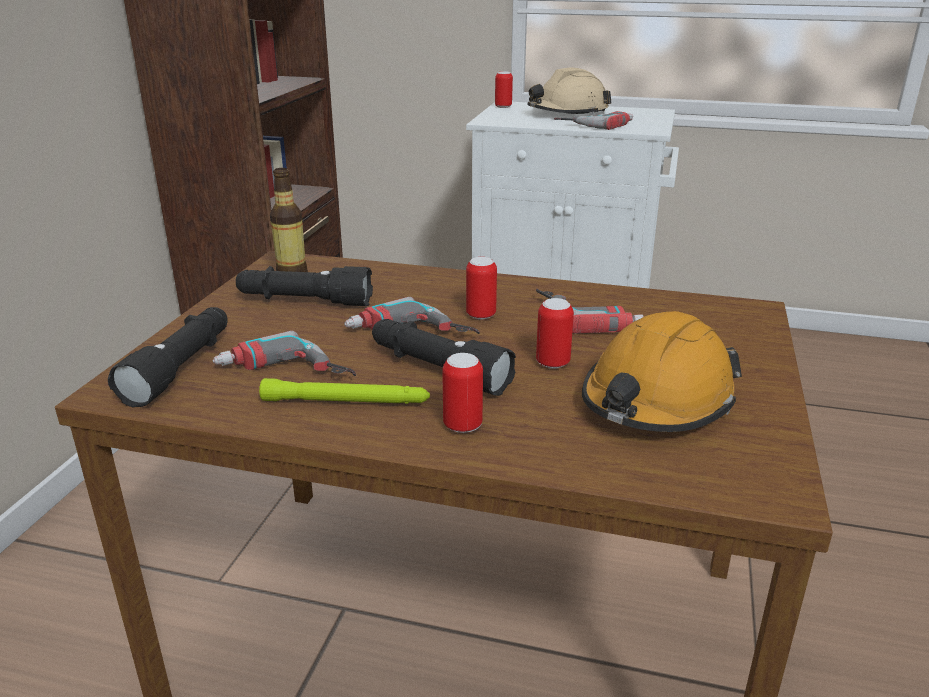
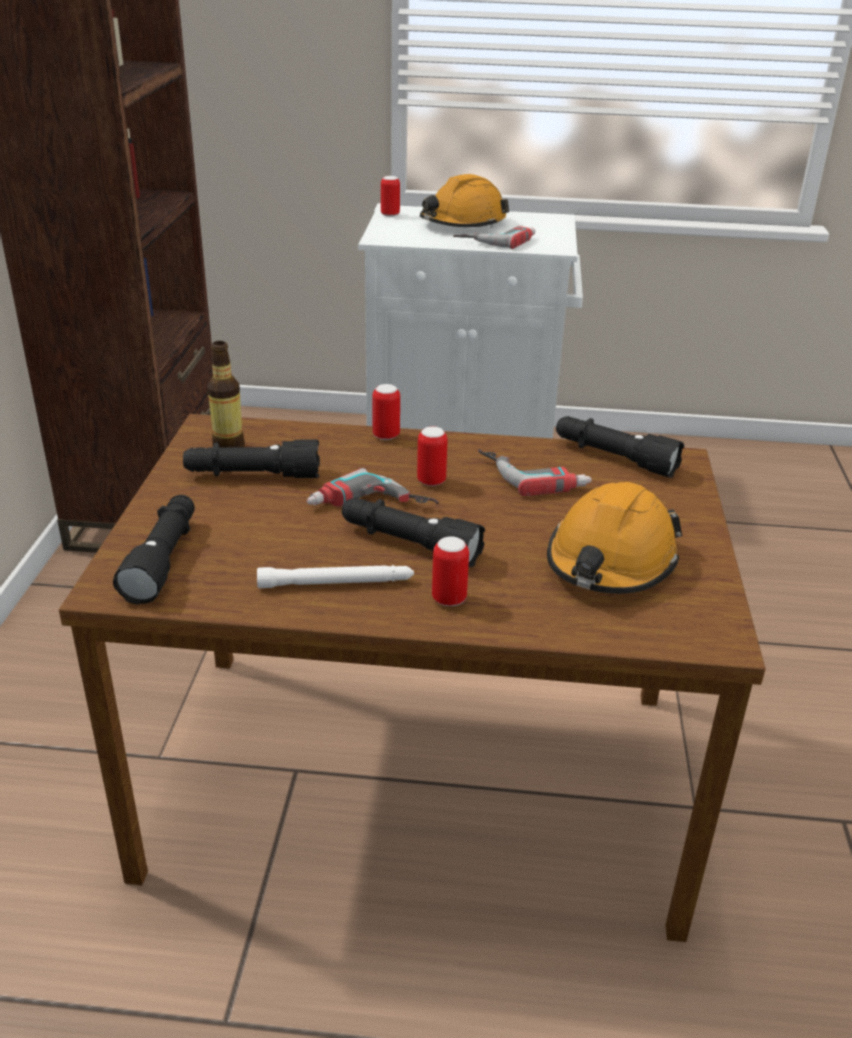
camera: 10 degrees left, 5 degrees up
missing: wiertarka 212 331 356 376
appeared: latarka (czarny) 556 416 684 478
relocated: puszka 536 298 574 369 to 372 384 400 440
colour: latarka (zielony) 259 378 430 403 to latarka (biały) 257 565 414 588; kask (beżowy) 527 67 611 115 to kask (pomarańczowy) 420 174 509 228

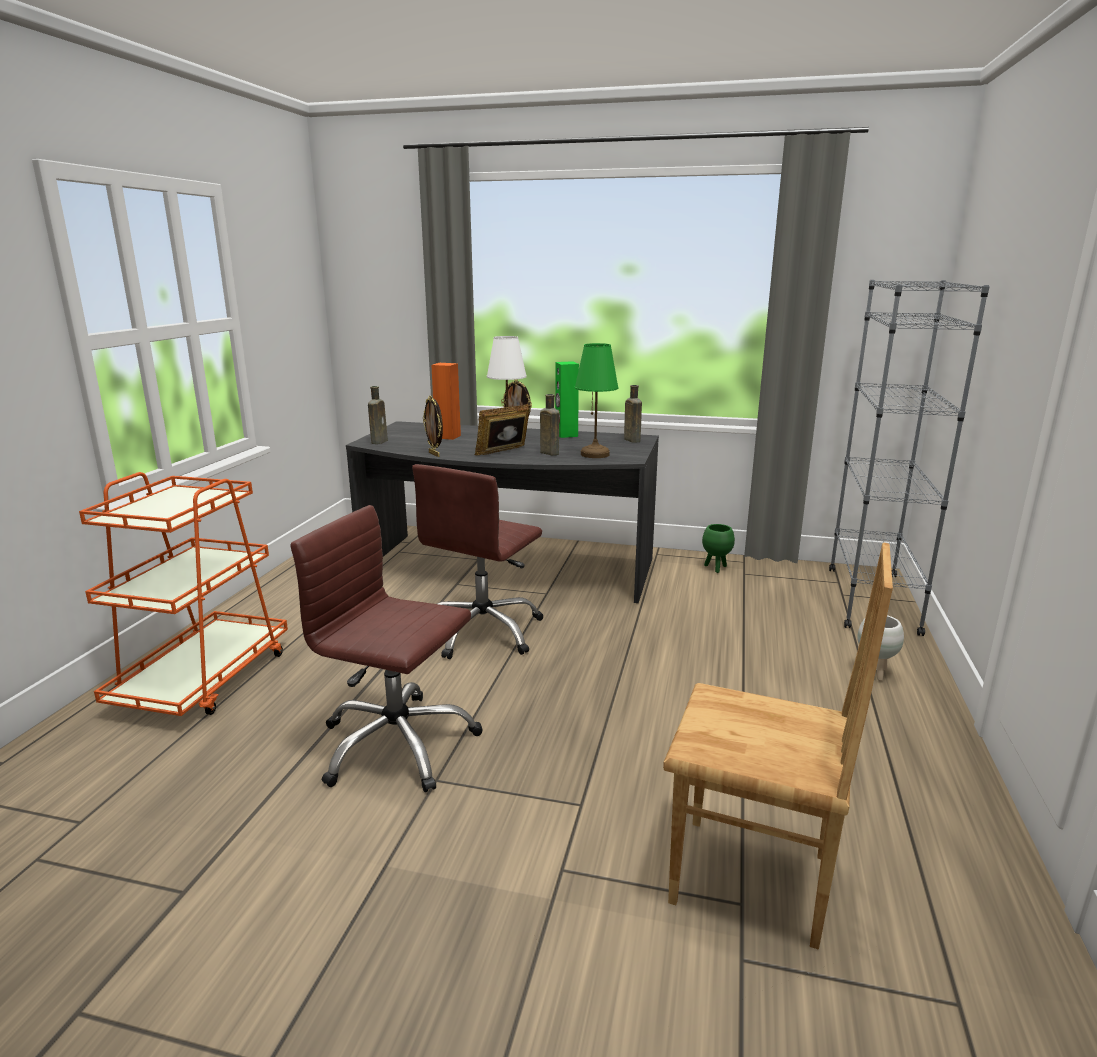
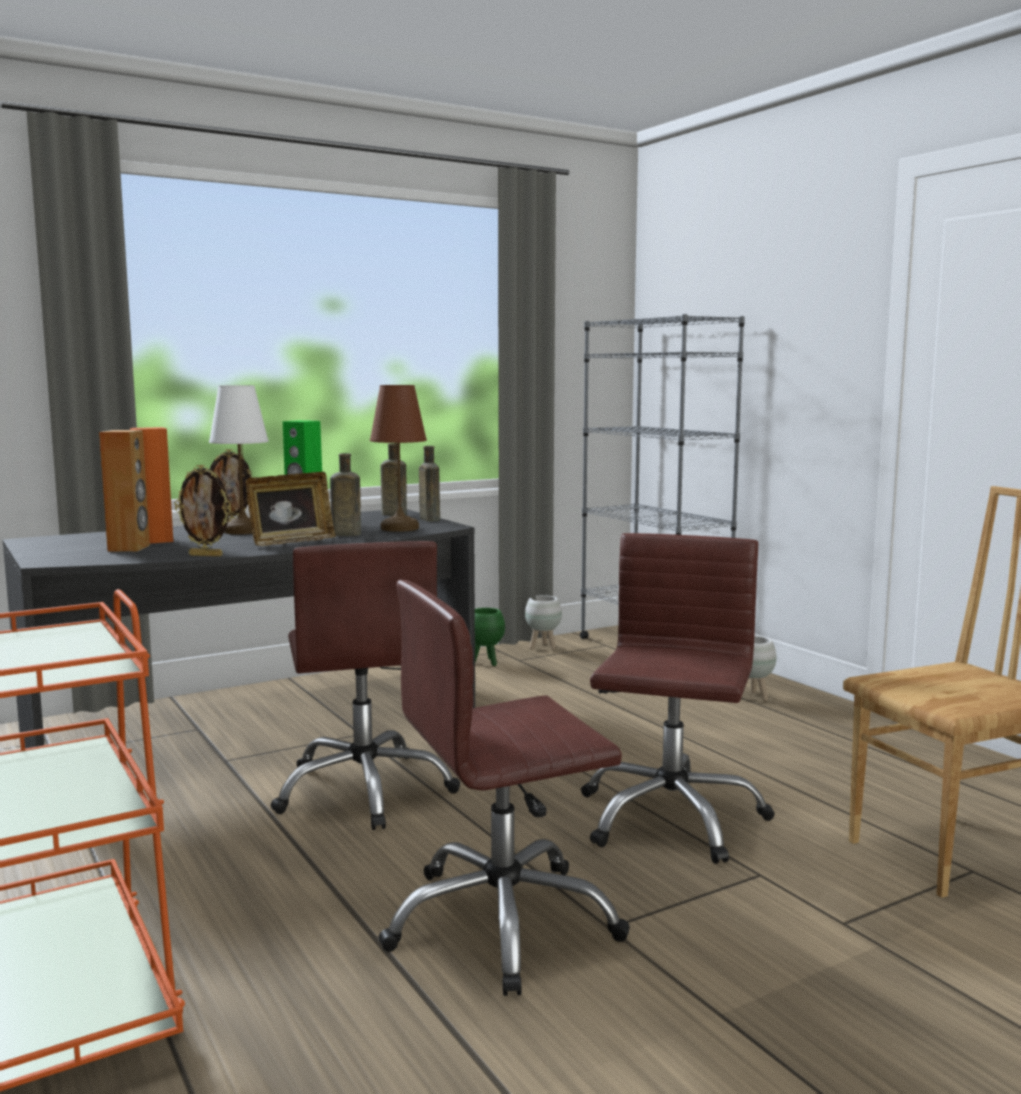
camera: 45 degrees left, 10 degrees down
appeared: głośnik (brązowy) 99 430 150 551; donica (biały) 525 595 562 650; krzesło biurowe (brązowy) 581 533 775 864
relocated: butelka (brązowy) 368 386 388 444 to 419 446 440 521
colour: lampa stołowa (zielony) 575 343 619 458 to lampa stołowa (brązowy) 370 385 427 532
spun: ramka na zdjęcie 475 404 529 456 = 246 472 336 546 135 degrees counterclockwise

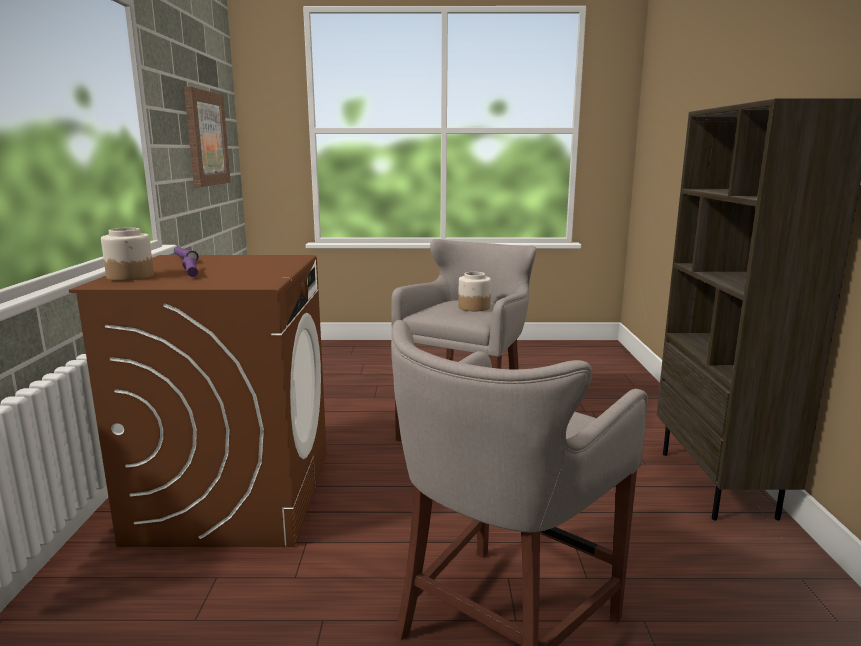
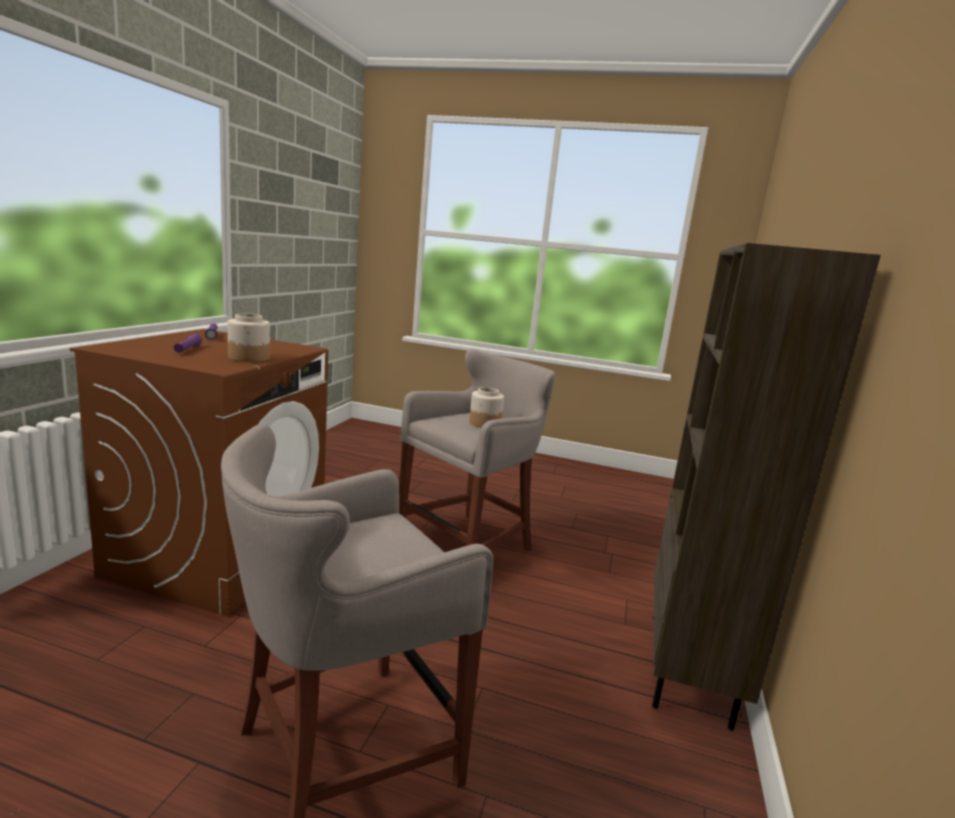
camera: 15 degrees right, 0 degrees up
missing: obraz 184 87 231 187
relocated: słoik 101 228 154 281 to 228 314 270 362

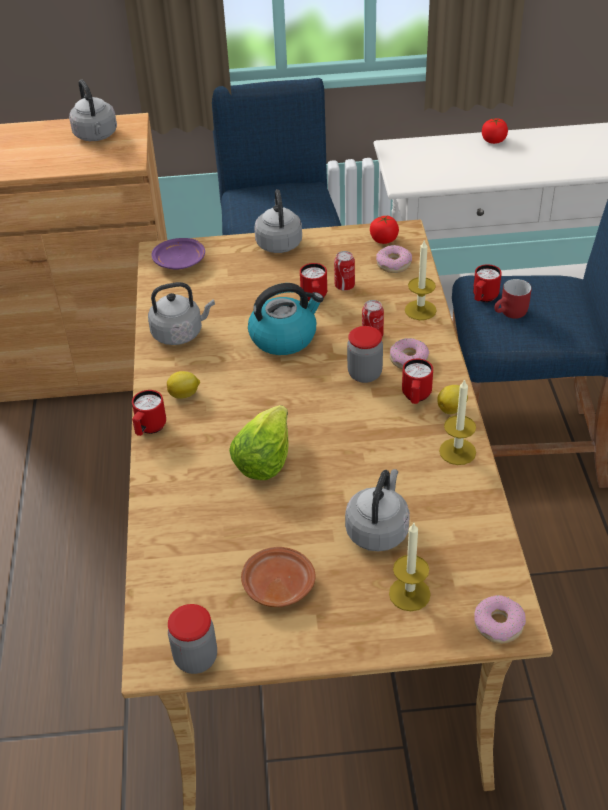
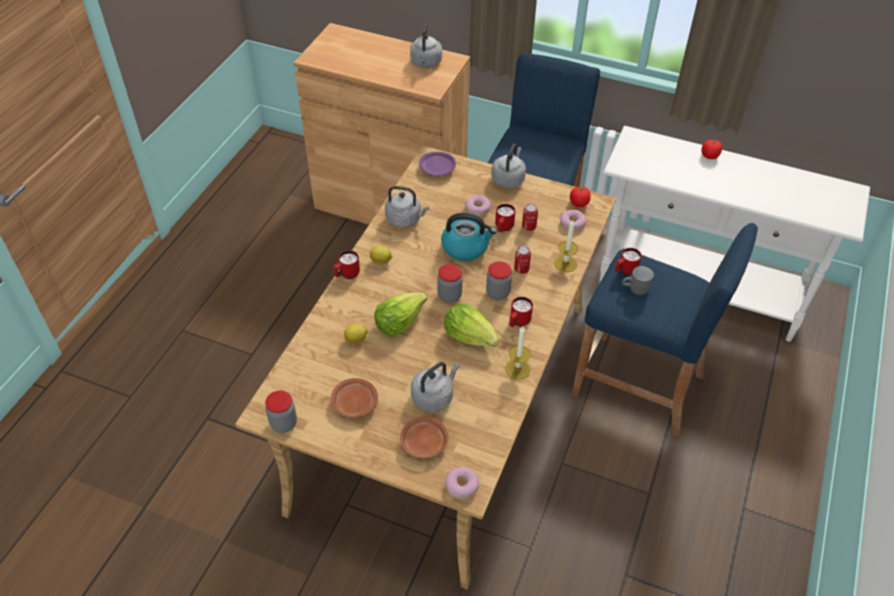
camera: 25 degrees right, 5 degrees up
appeared: słoik 437 264 463 303; sałata 444 303 499 347
relocated: donut 390 338 429 369 to 465 195 491 216; cytryna 437 385 468 414 to 344 323 368 343
exchanged: świeca 389 523 431 611 to talerz (brązowy) 400 416 449 459
colour: kubek (czerwony) 494 279 532 319 to kubek (szary) 622 266 654 295

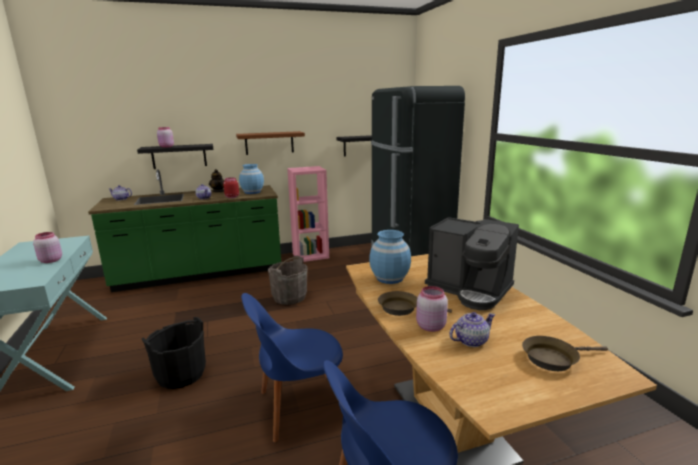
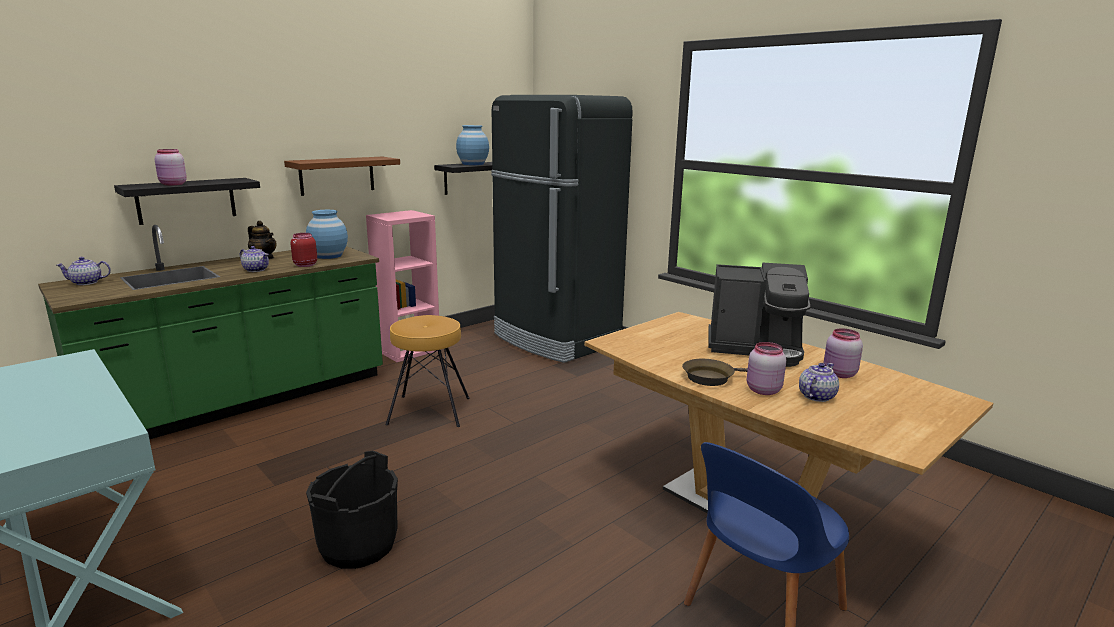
camera: 25 degrees left, 0 degrees up
missing: krzesło (niebieski) 241 293 343 443; patelnia (brązowy) 522 336 608 371
relocated: słoik (różowy) 33 232 62 263 to 824 328 863 378; wazon (niebieski) 369 230 411 284 to 456 125 489 165
exchanged: wiadro (szary) 268 256 307 305 to stołek (brązowy) 386 315 470 427

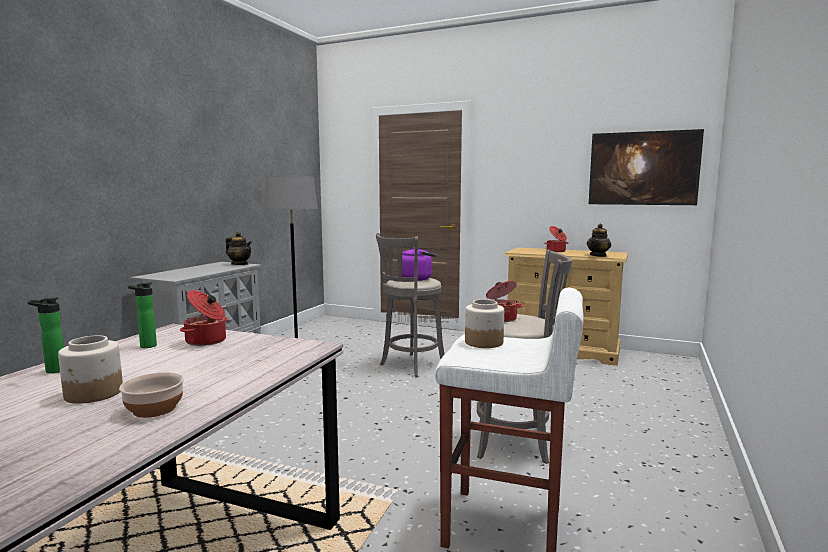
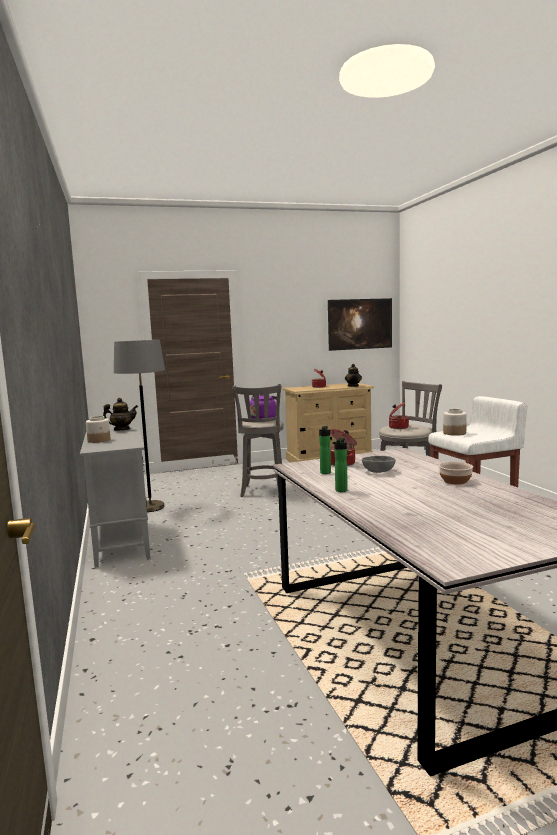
camera: 40 degrees left, 0 degrees up
appeared: miska (szary) 362 456 395 473
relocated: słoik 58 335 123 404 to 86 416 111 443

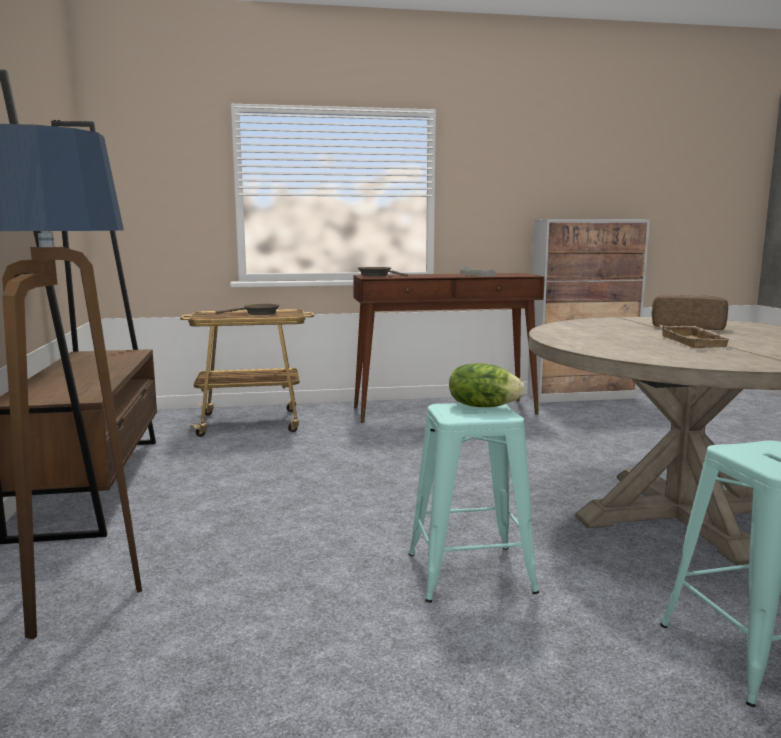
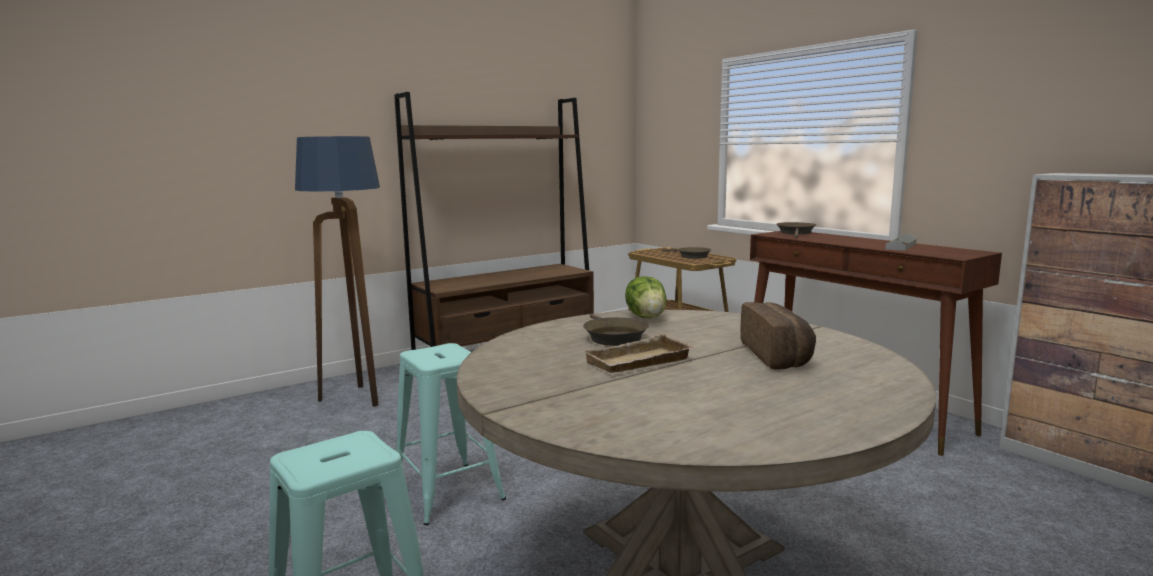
camera: 65 degrees right, 0 degrees up
appeared: patelnia (brązowy) 583 314 649 346
relocated: sałata 449 363 525 407 to 625 276 667 318

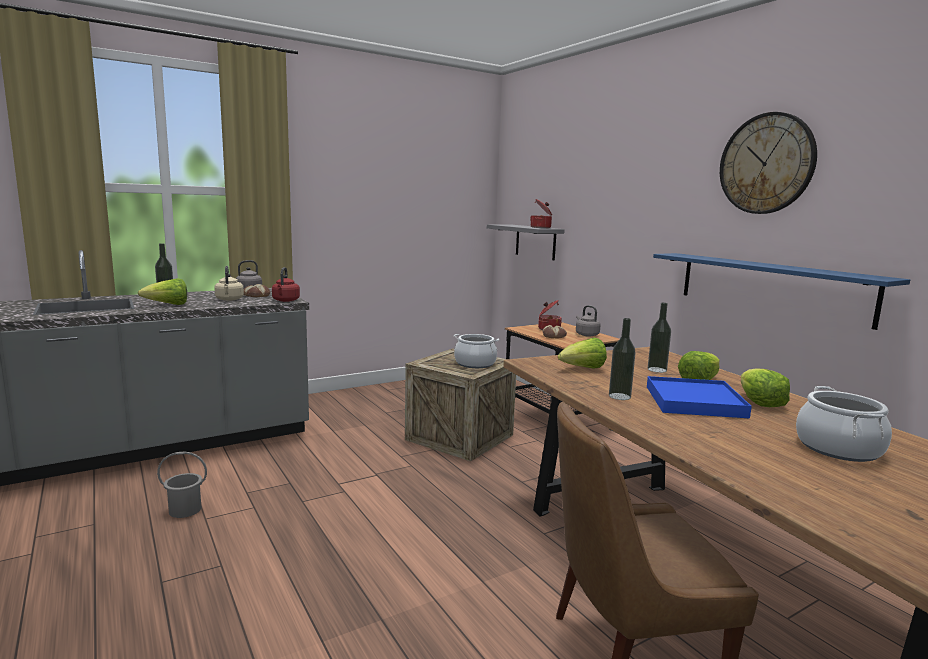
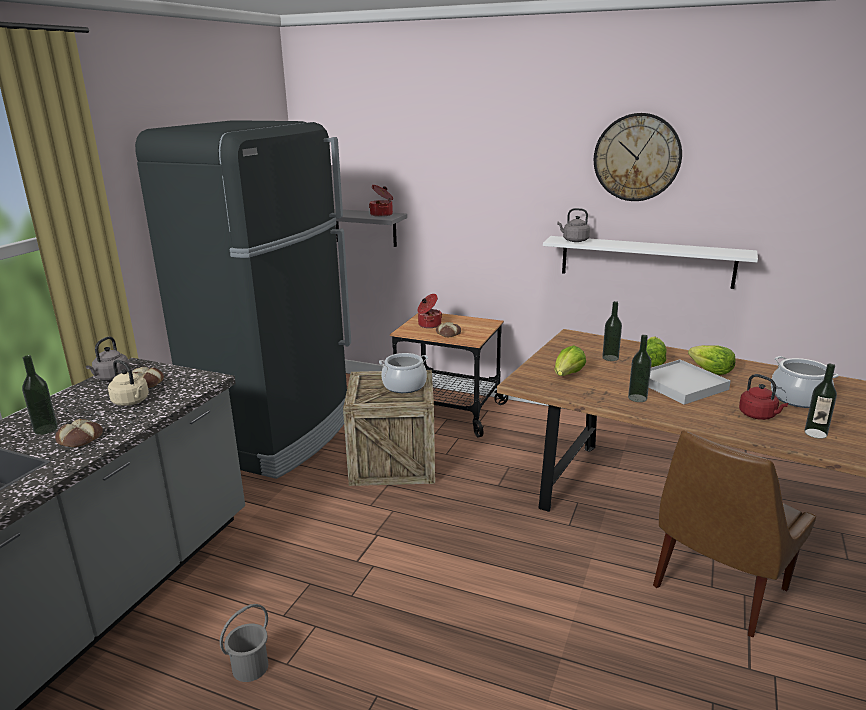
camera: 35 degrees left, 10 degrees up
appeared: lodówka (czarny) 135 120 351 479; butelka 805 364 837 439
relocated: czajnik (czerwony) 272 267 300 302 to 739 374 788 420; czajnik (szary) 576 305 601 337 to 557 208 590 242
exchanged: sałata 138 278 187 305 to chleb 55 419 103 448
colour: taca (niebieski) 647 376 752 418 to taca (biały) 649 360 731 405; półka (niebieski) 653 253 910 330 to półka (biały) 543 236 758 289

